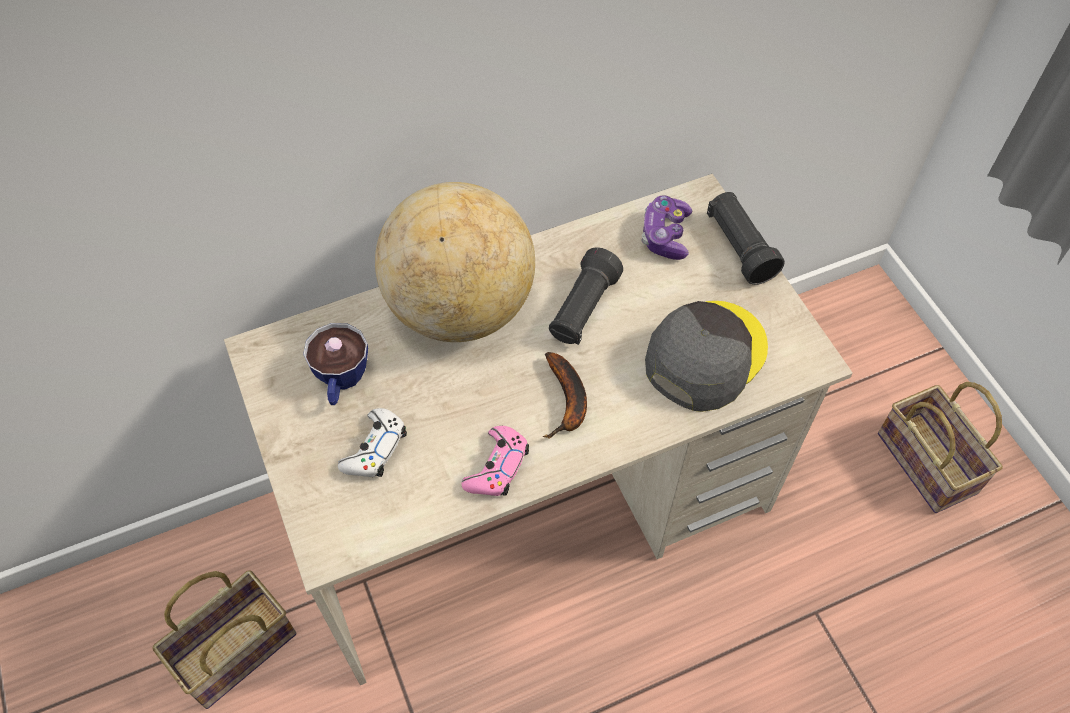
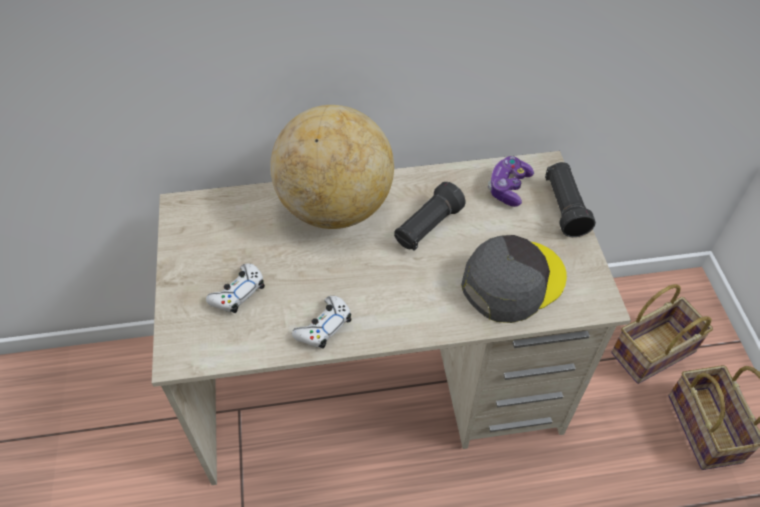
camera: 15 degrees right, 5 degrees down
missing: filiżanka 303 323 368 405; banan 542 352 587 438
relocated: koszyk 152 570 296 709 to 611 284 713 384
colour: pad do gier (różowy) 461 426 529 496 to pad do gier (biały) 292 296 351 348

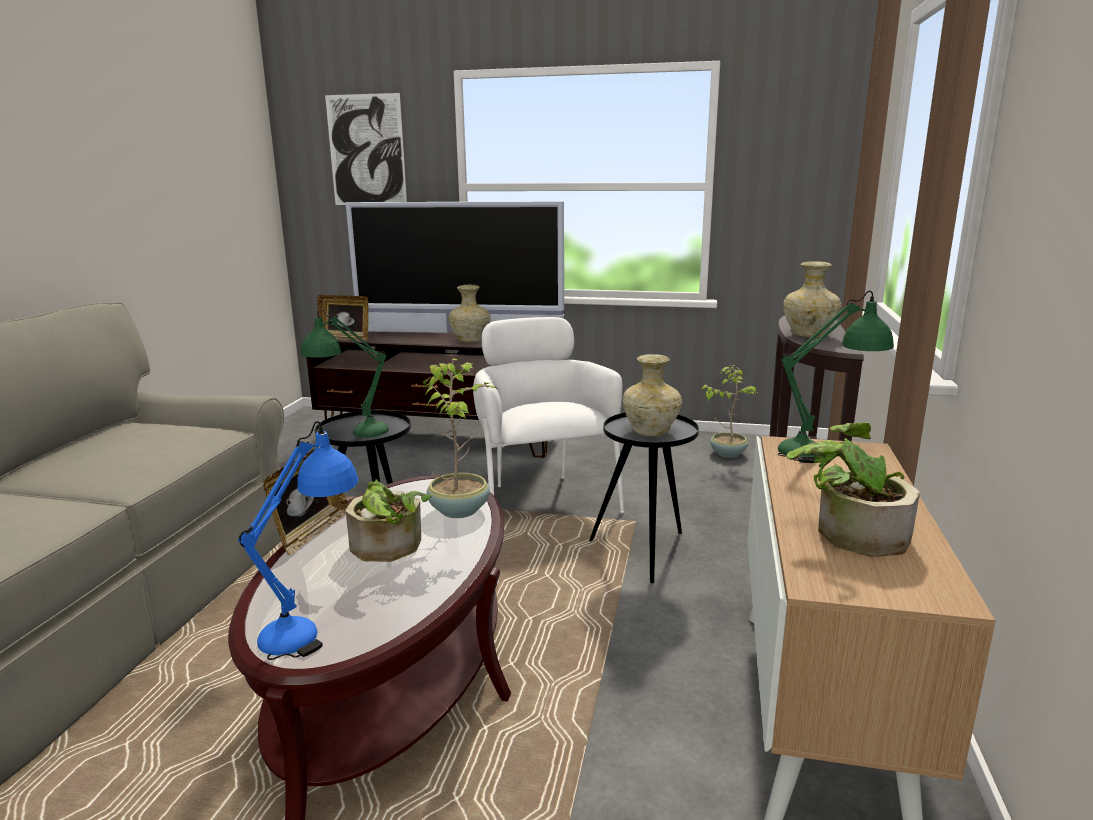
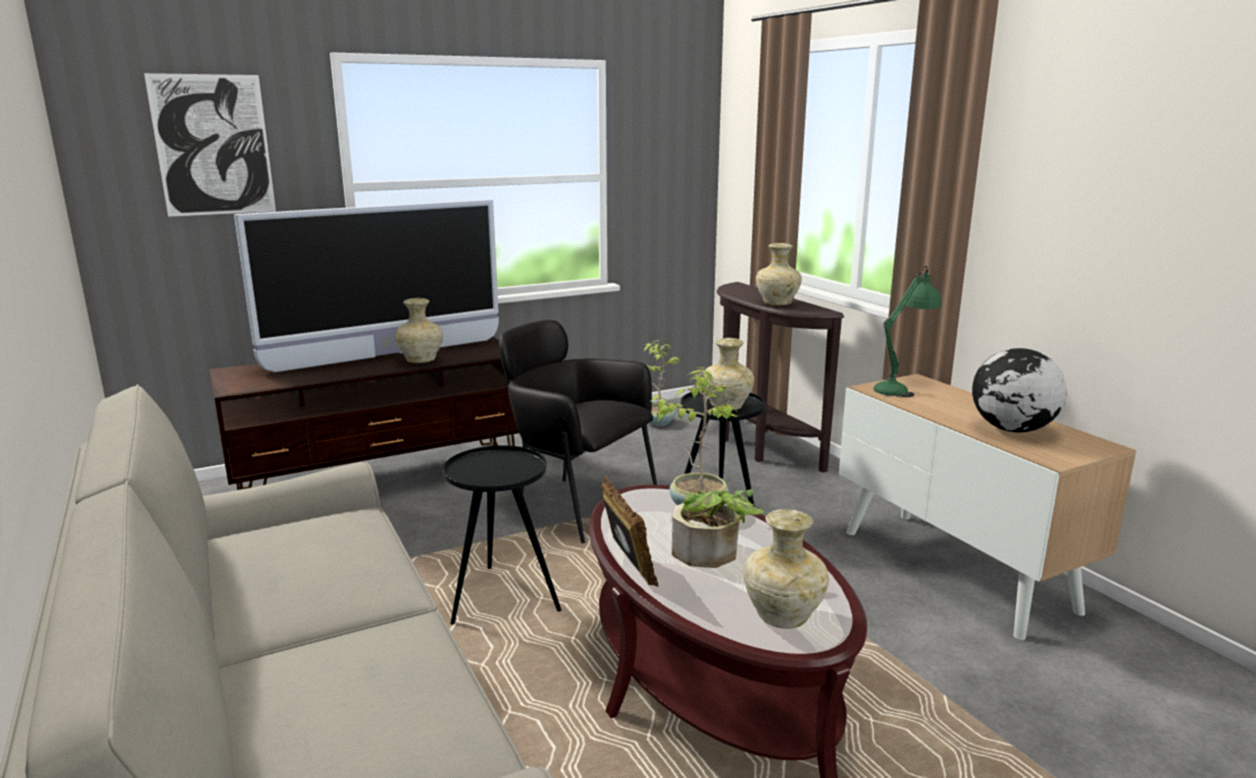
camera: 40 degrees left, 0 degrees up
missing: lampa stołowa (zielony) 301 309 389 437; ramka na zdjęcie 317 295 369 341
exchanged: lampa stołowa (niebieski) 238 421 359 660 to wazon (beżowy) 743 509 829 629; roślina doniczkowa 787 422 920 557 to globus 972 348 1067 433
colour: fotel (biały) 473 317 624 513 to fotel (czarny) 499 320 657 543

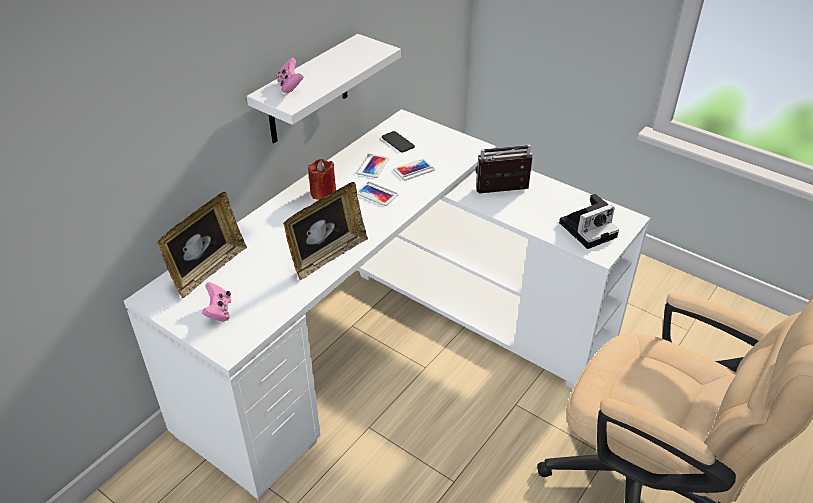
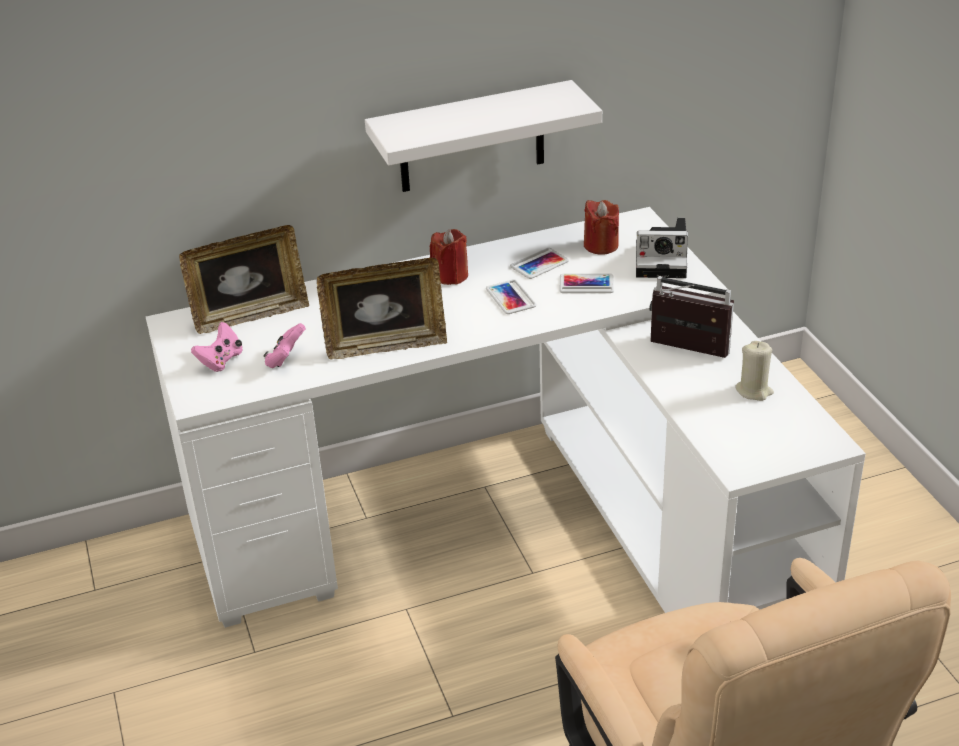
camera: 35 degrees right, 5 degrees down
appeared: świeca (beżowy) 735 341 774 401
relocated: pad do gier (różowy) 277 58 303 93 to 263 323 306 368; aparat fotograficzny 559 194 619 249 to 636 218 688 278
exchanged: telefon 382 131 415 152 to świeca (czerwony) 584 200 619 255

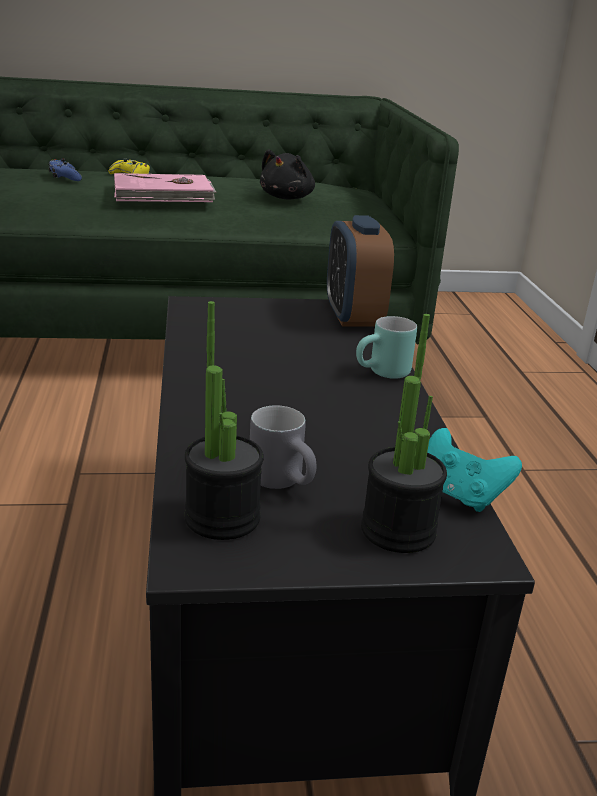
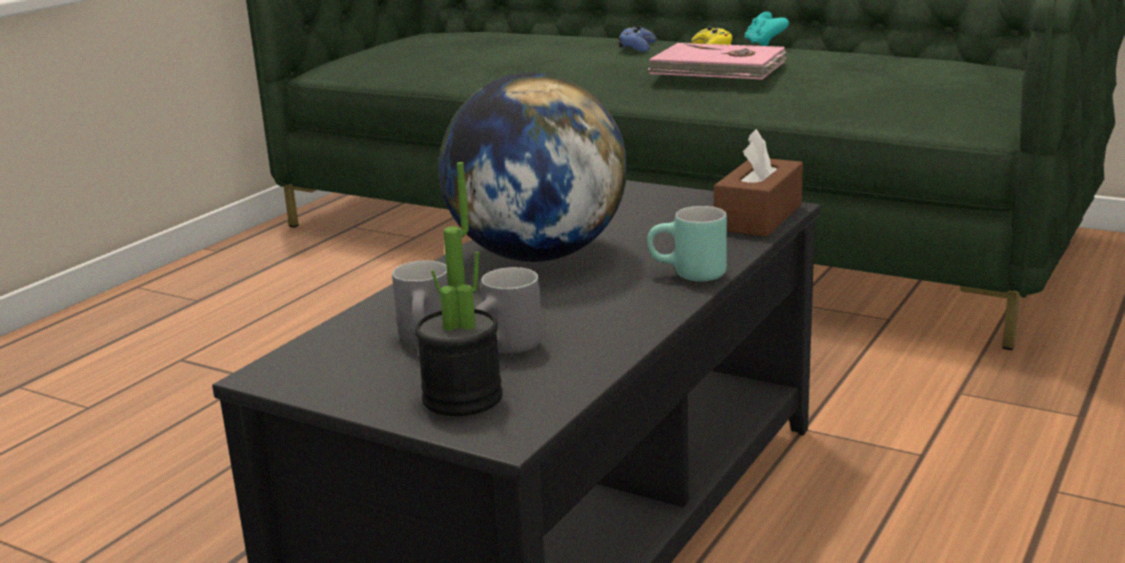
camera: 40 degrees right, 5 degrees down
missing: roślina doniczkowa 185 301 263 540; pluszak (czarny) 260 149 315 199
appeared: globus 439 73 627 262; kubek (szary) 475 267 542 354
relocated: pad do gier (turkusowy) 427 428 522 512 to 745 12 789 46
exchanged: budzik 327 215 394 327 to pudełko chusteczek (brązowy) 714 129 803 237

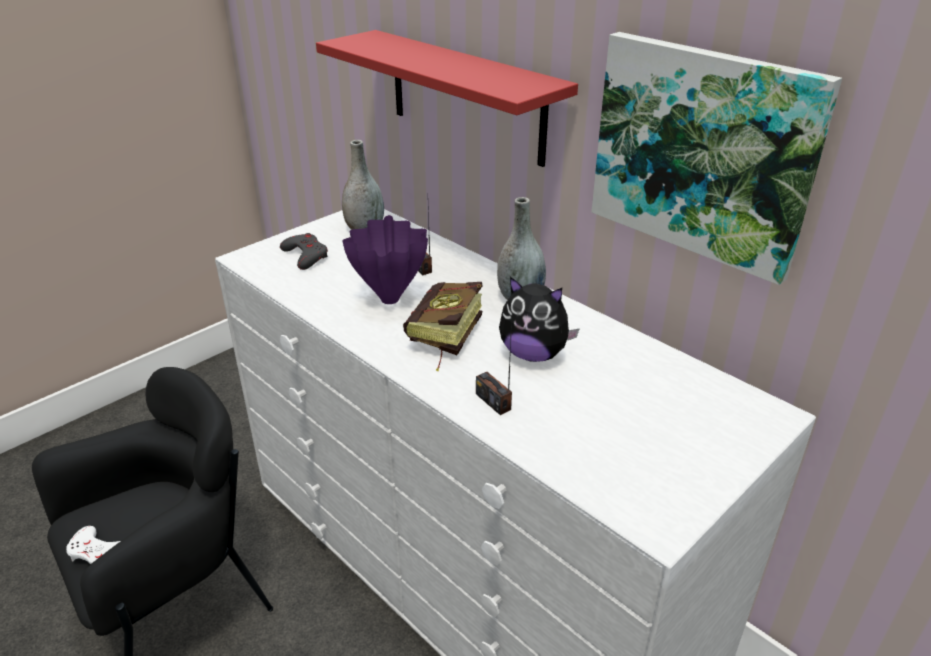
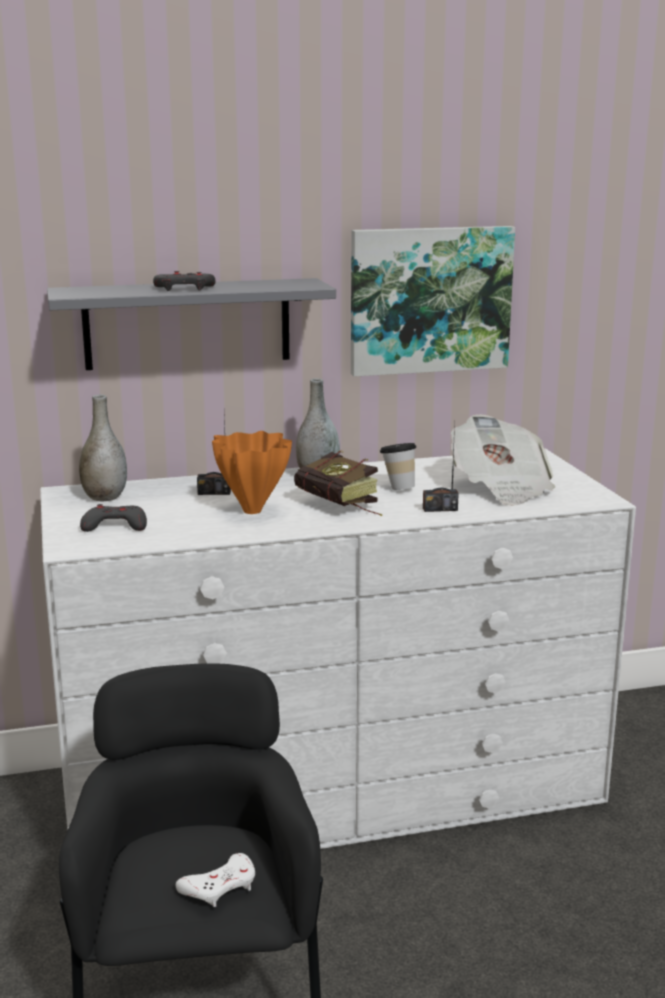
camera: 60 degrees left, 15 degrees down
appeared: pad do gier (szary) 153 271 216 291; gazeta 451 414 555 506
exchanged: pluszak 499 277 579 362 to filiżanka 380 443 416 490
colour: półka (czerwony) 316 30 578 167 to półka (szary) 47 278 336 370; wazon (fioletowy) 342 215 428 304 to wazon (pomarańczowy) 212 431 292 514

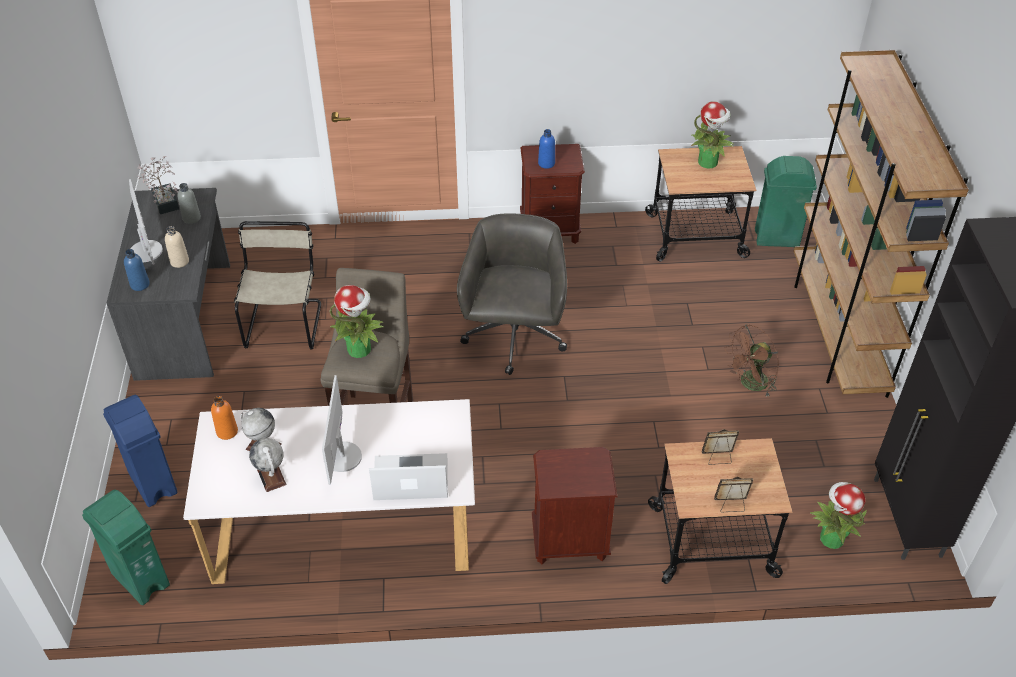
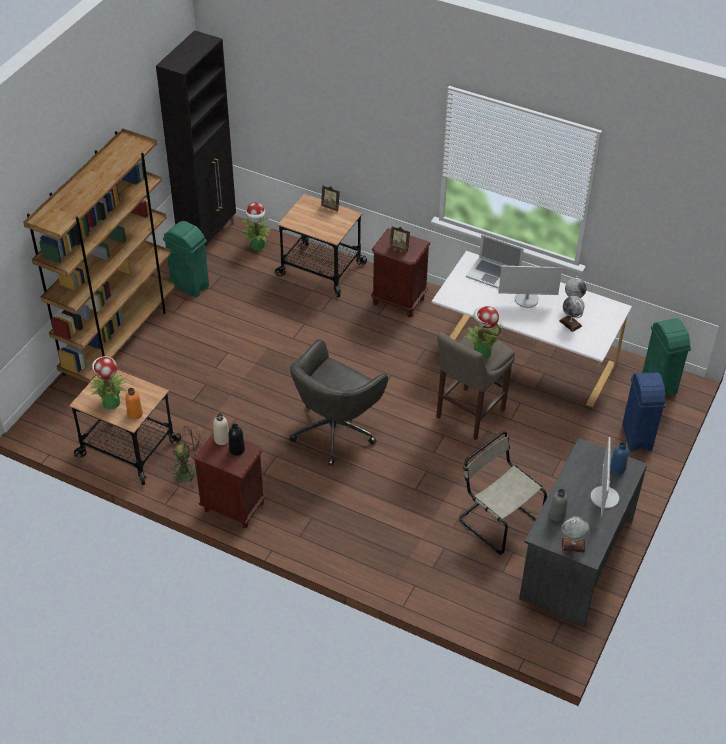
camera: 150 degrees left, 0 degrees up
relocated: butelka (beżowy) 165 226 189 268 to 213 413 229 445; butelka (pomarańczowy) 211 396 238 440 to 125 388 143 419; ramka na zdjęcie 702 429 739 465 to 390 226 410 252; wentylator (brązowy) 724 325 779 398 to 169 426 203 489; kosz na śmieci (zielony) 755 156 817 247 to 163 221 209 298
exchanged: roślina doniczkowa 138 156 179 214 to globus 562 516 590 553
colour: butelka (niebieski) 538 129 555 169 to butelka (czarny) 228 423 245 456
spun: krzesło (beżowy) 234 221 321 350 = 459 431 547 555 105 degrees clockwise; monitor 322 375 362 485 = 498 265 562 308 60 degrees clockwise

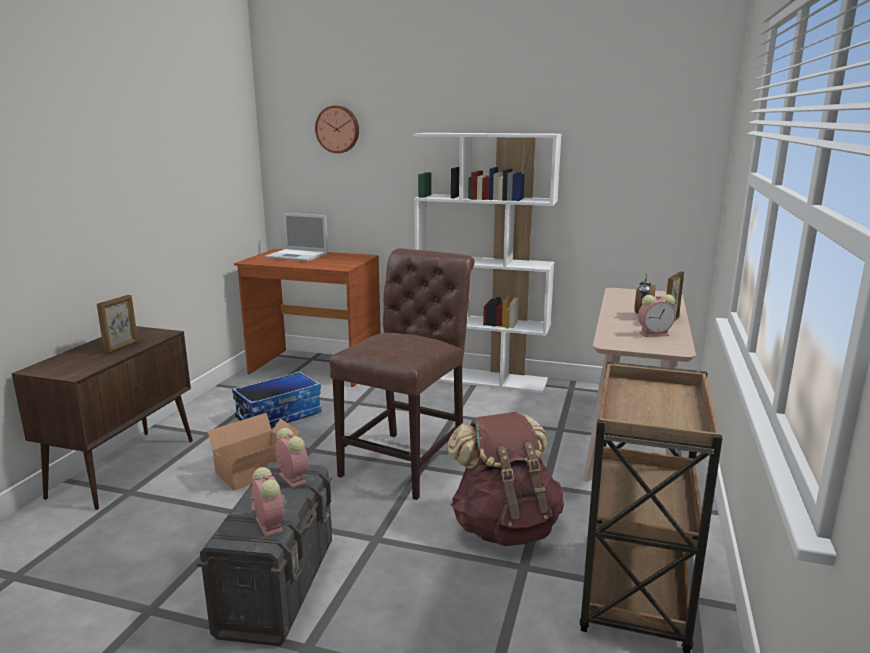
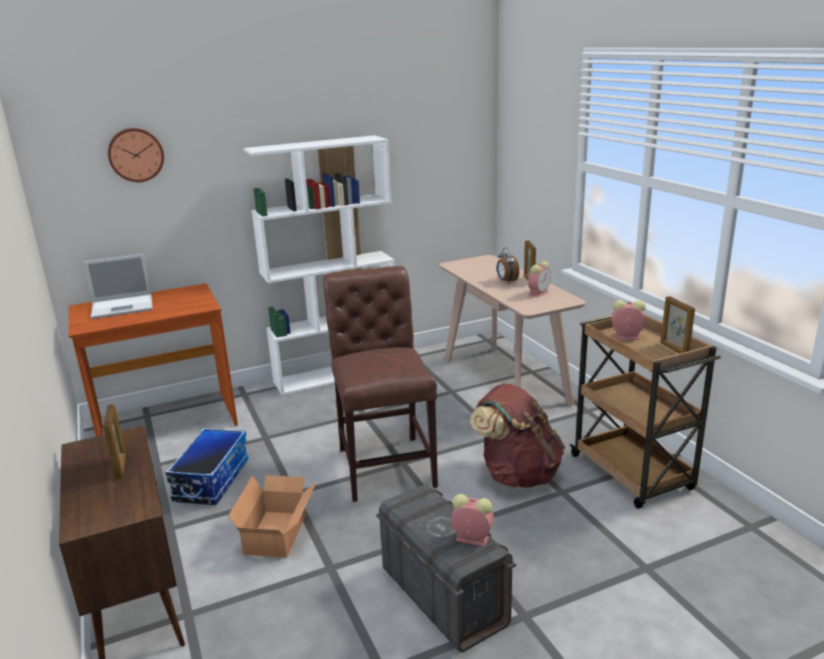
camera: 40 degrees left, 5 degrees up
appeared: ramka na zdjęcie 661 296 695 354
relocated: budzik 275 428 308 488 to 612 300 646 340

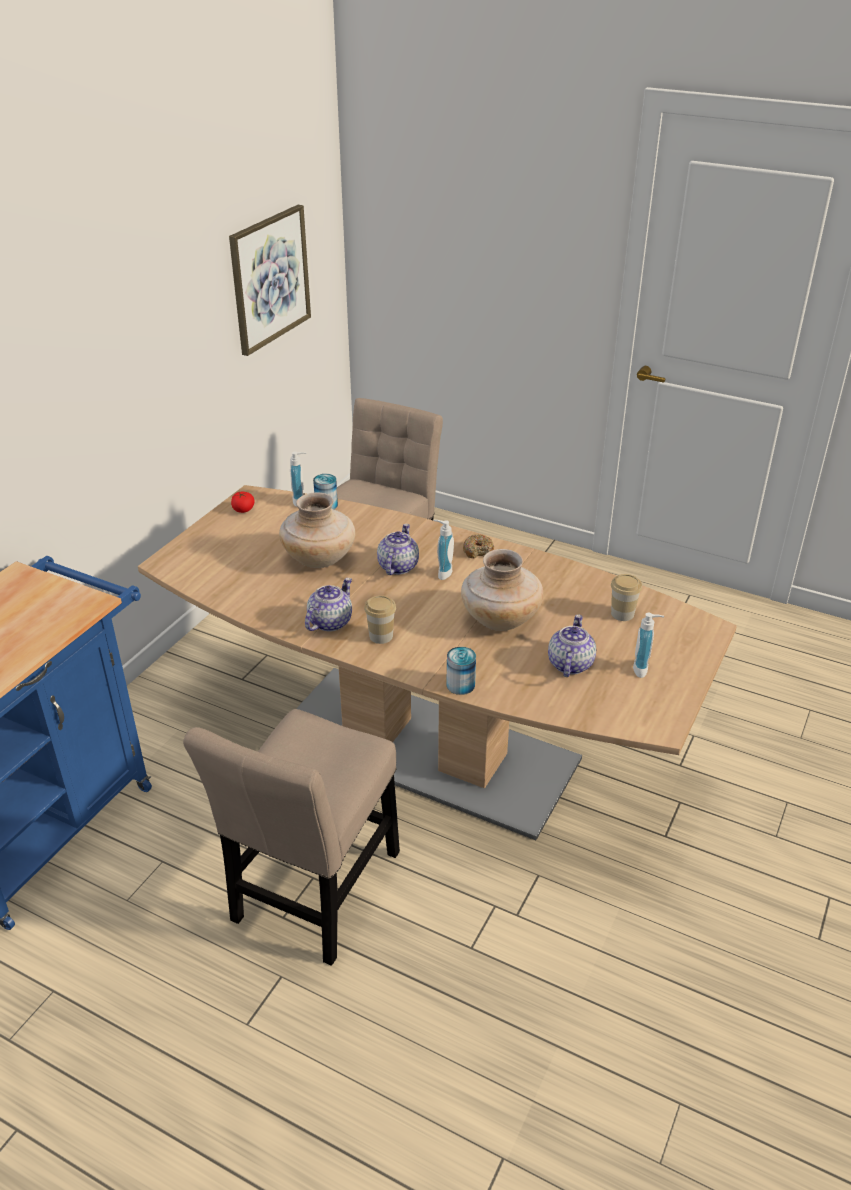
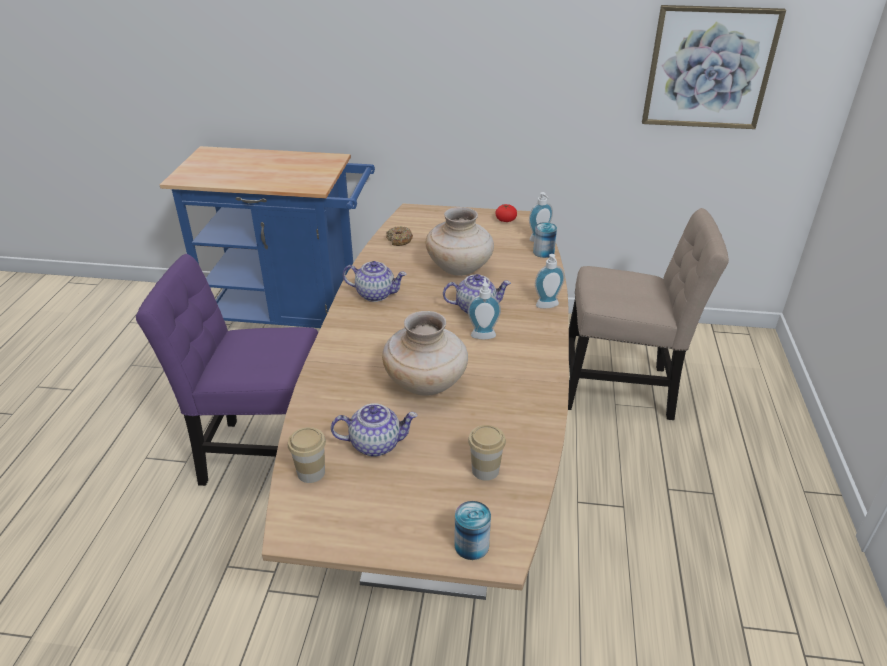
camera: 70 degrees right, 0 degrees up
relocated: filiżanka 364 595 396 644 to 288 427 326 483; puszka 446 647 476 695 to 454 501 491 560; donut 463 535 494 558 to 386 226 413 246; dozownik mydła 633 613 664 678 to 535 254 565 308
colour: krzesło (beżowy) 183 709 400 966 to krzesło (fioletowy) 136 254 318 486

